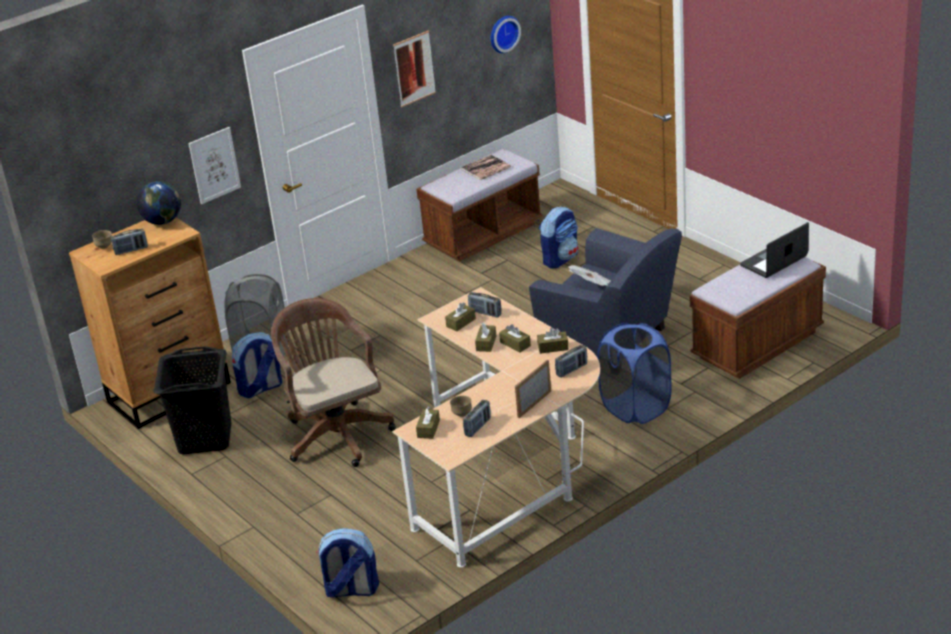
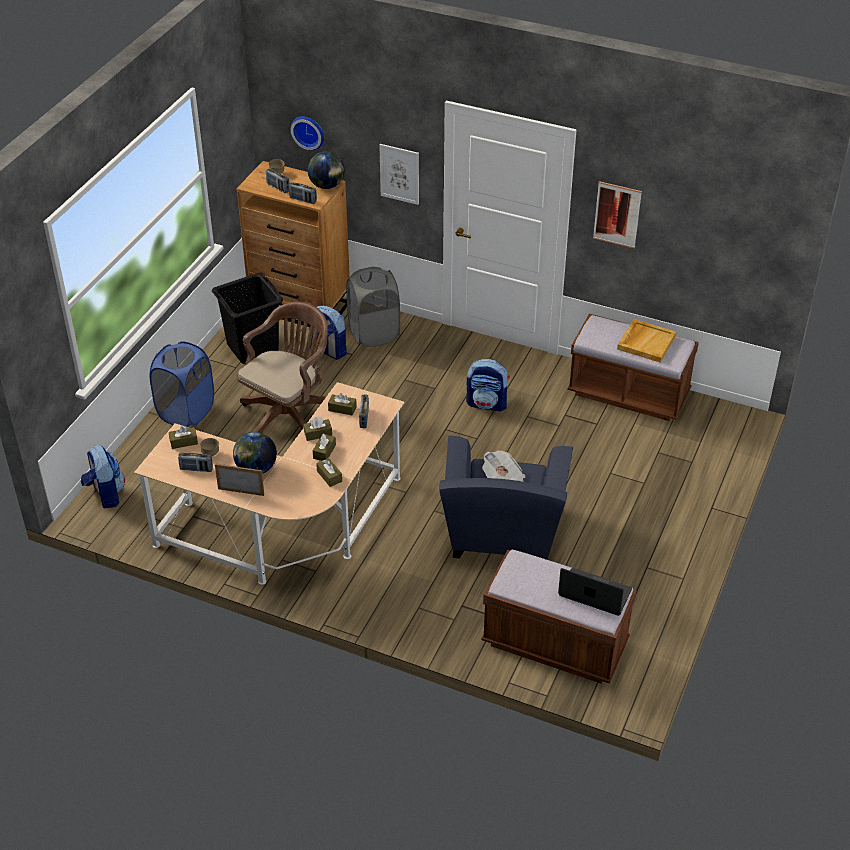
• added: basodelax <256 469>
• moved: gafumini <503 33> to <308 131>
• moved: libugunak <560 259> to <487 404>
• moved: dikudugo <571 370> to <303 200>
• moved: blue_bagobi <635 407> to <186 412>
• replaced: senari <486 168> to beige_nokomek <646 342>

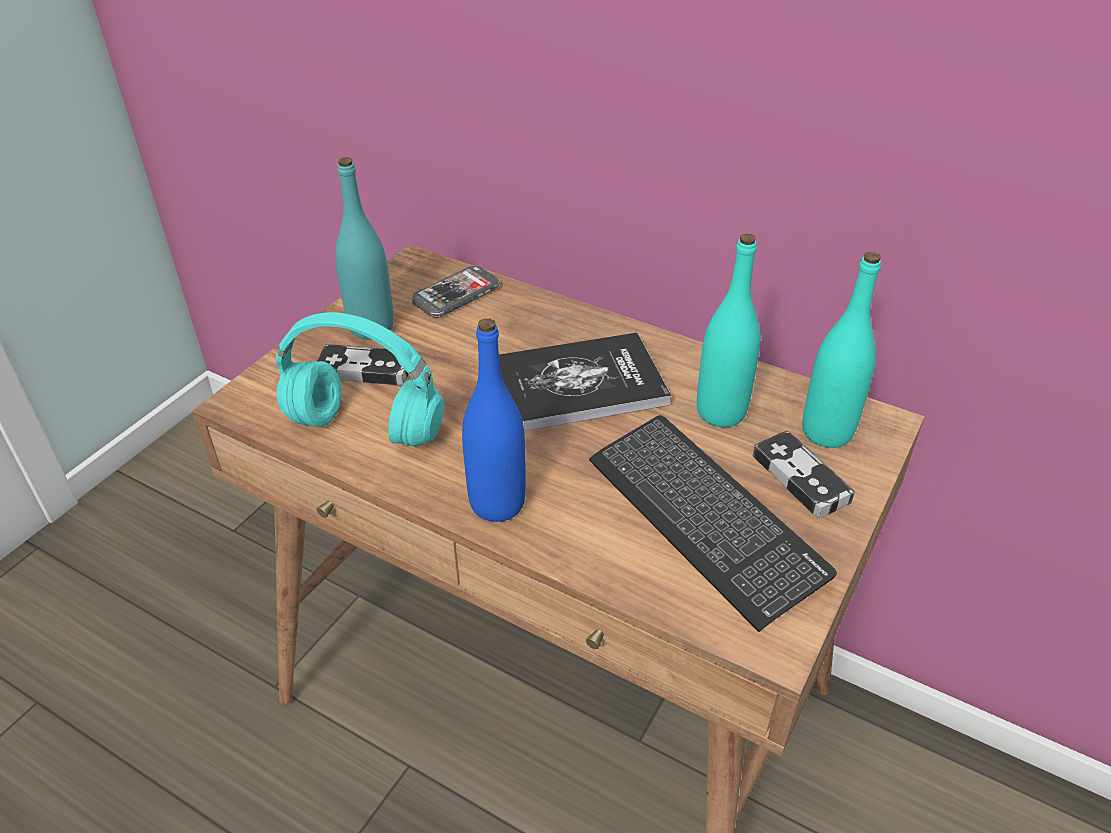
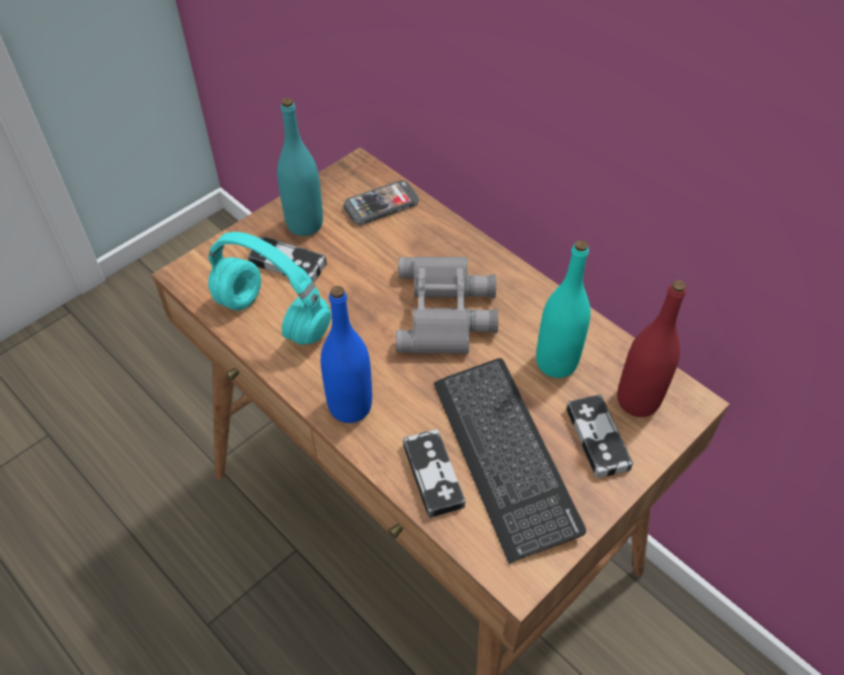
• added: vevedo <433 475>
• replaced: senari <575 385> to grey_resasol <447 311>
• recoloured: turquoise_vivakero <827 432> to red_vivakero <637 400>

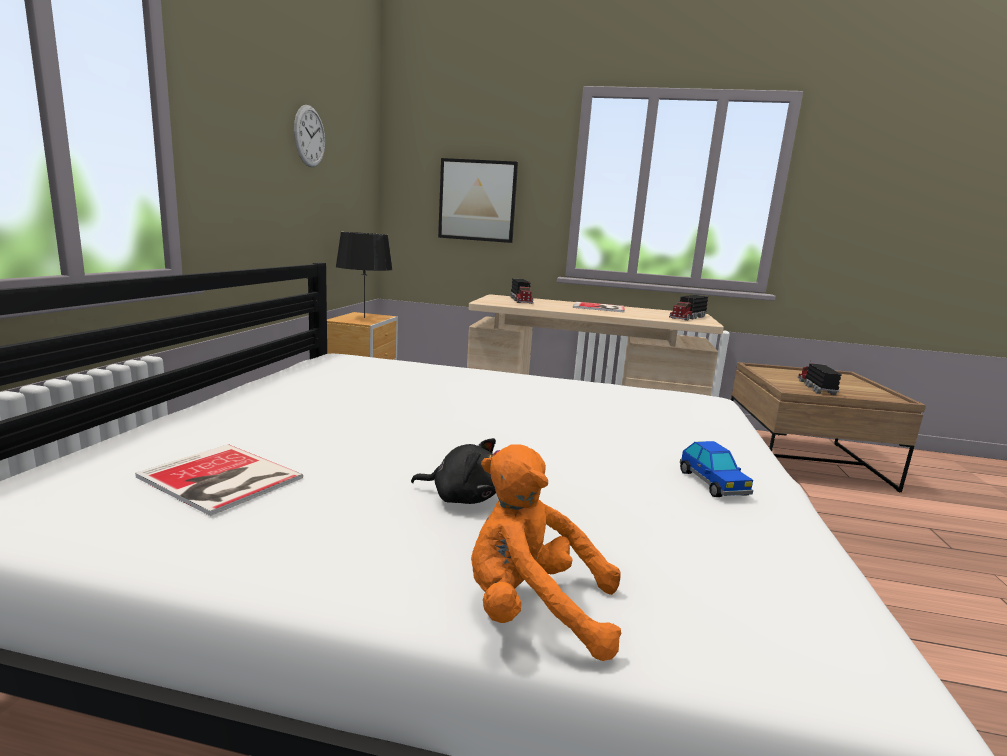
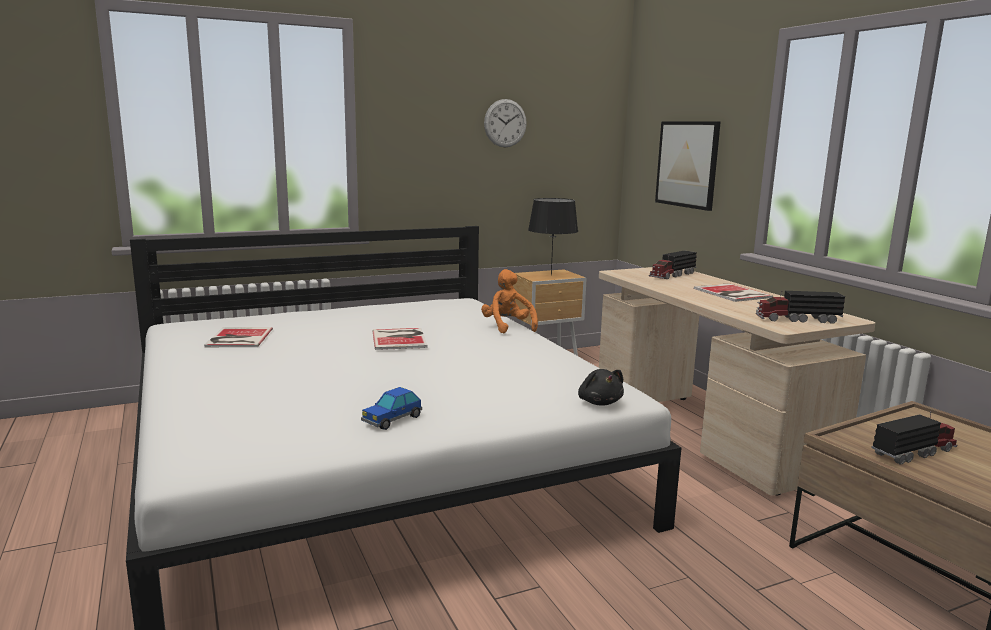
• added: senari <400 338>
• moved: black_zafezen <462 497> to <599 402>
• moved: orange_zafezen <533 611> to <507 327>

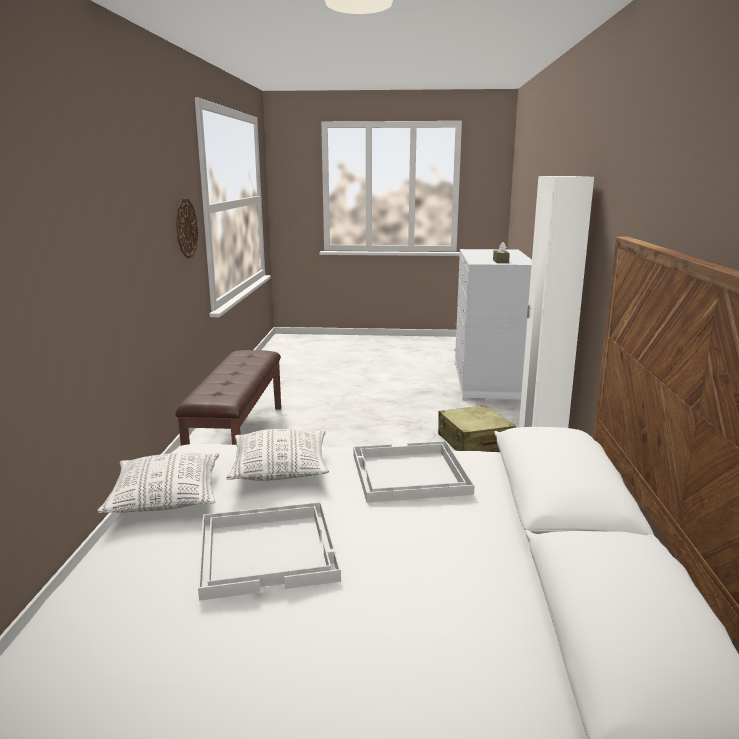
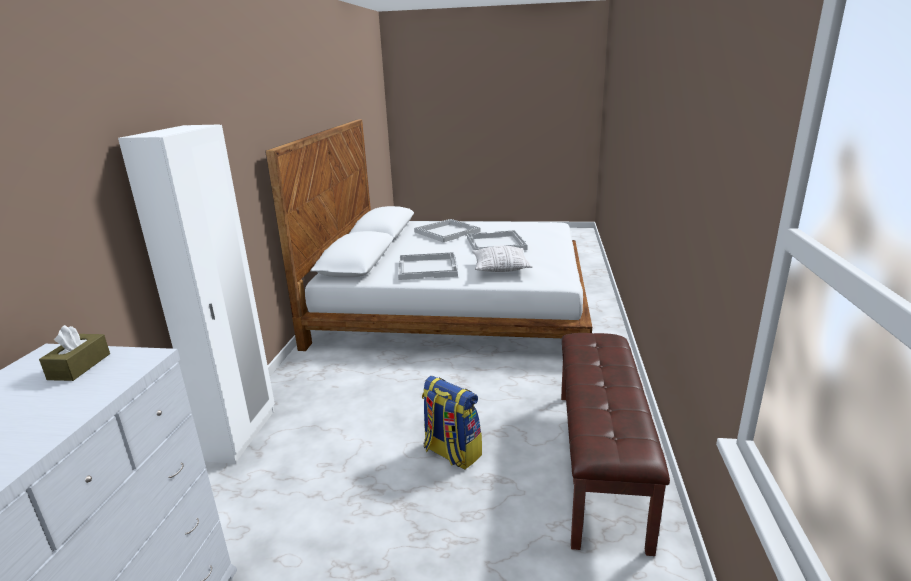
• removed: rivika <166 498>
• removed: gafumini <186 228>
• removed: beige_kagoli <474 443>
• added: white_nokomek <447 232>
• added: libugunak <451 453>

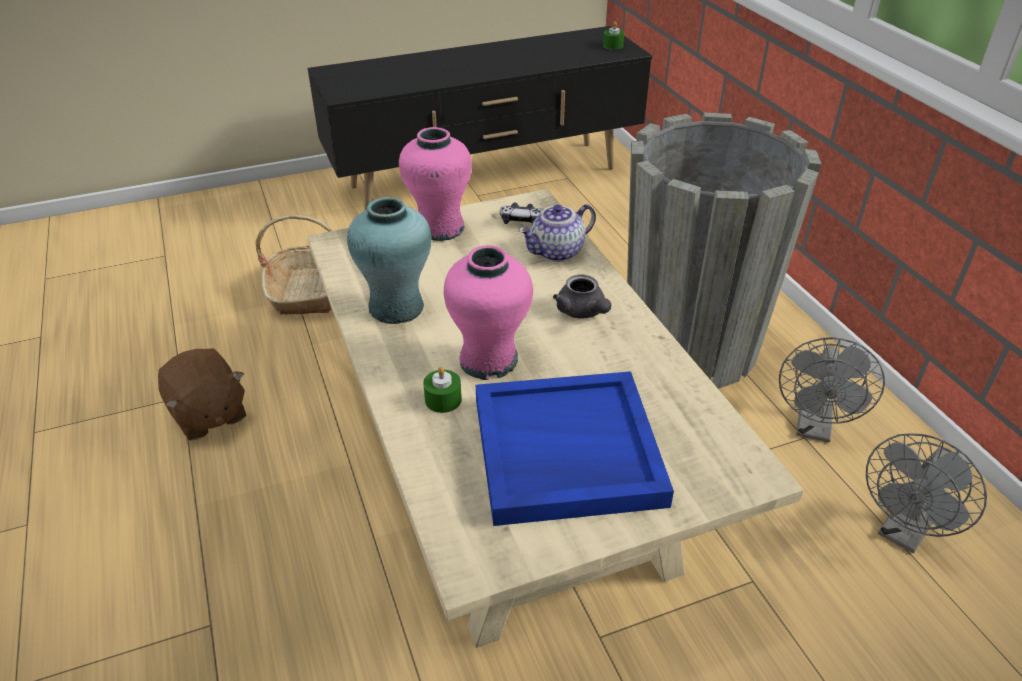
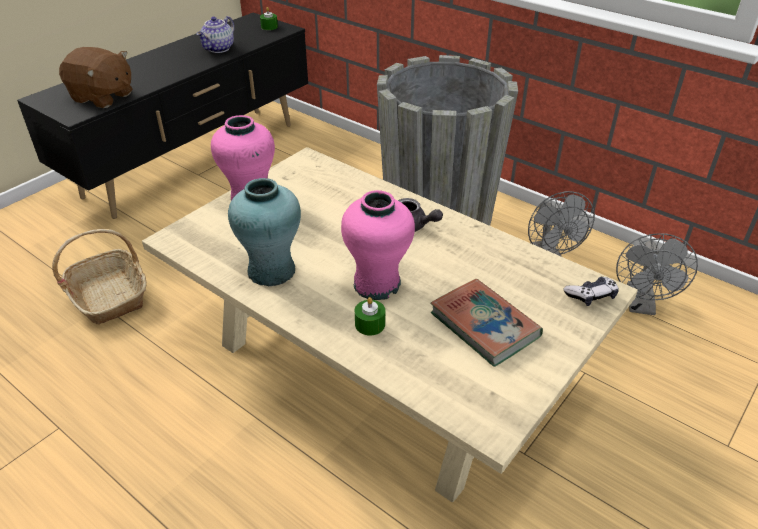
• moved: brown_zafezen <208 415> to <102 97>
• moved: vevedo <522 221> to <591 296>
• moved: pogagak <557 253> to <219 49>
• replaced: blue_nokomek <565 452> to senari <484 325>

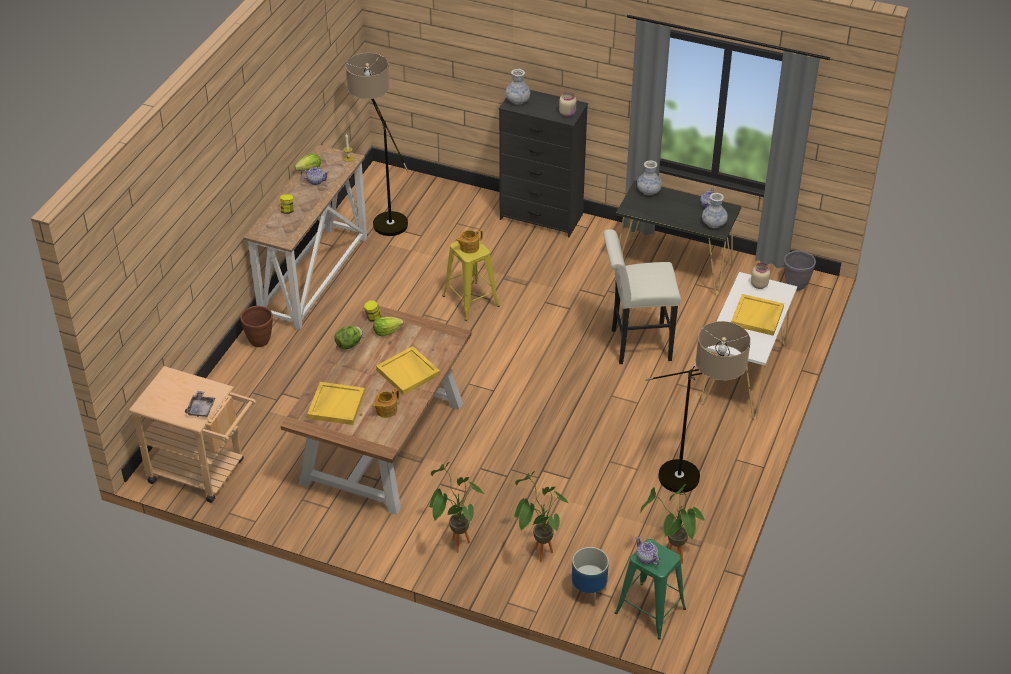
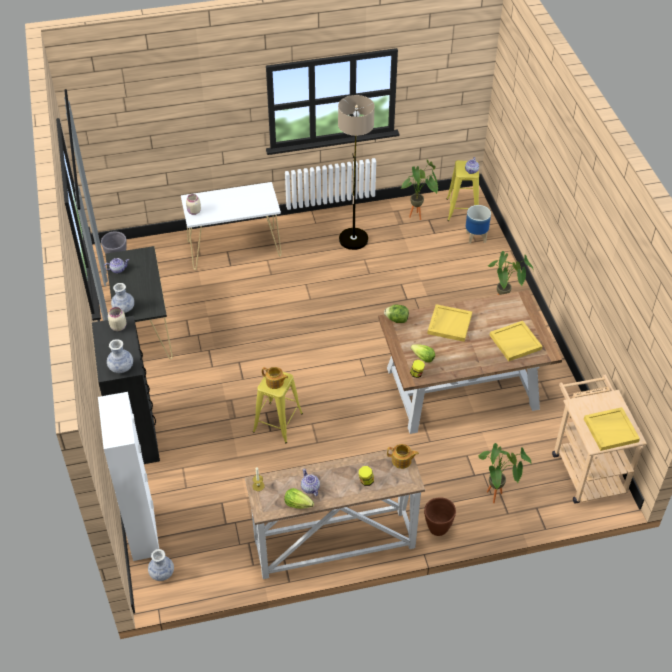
• removed: grey_nokomek <201 408>
• removed: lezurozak <383 217>
• removed: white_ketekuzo <635 345>
• added: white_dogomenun <143 533>
• moved: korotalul <349 344> to <397 319>
• moved: pogagak <385 410> to <402 461>
• moved: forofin <537 554> to <497 498>
• moved: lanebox <713 224> to <162 573>
• moved: yellow_nokomek <757 317> to <611 430>
• recoloured: green_ketekuzo <650 611> to yellow_ketekuzo <462 210>

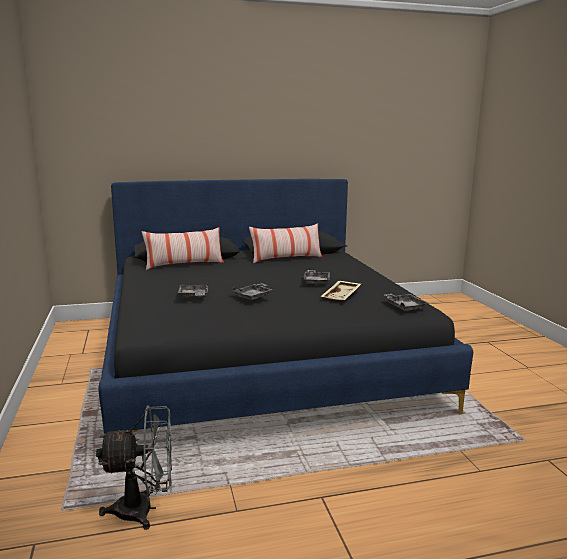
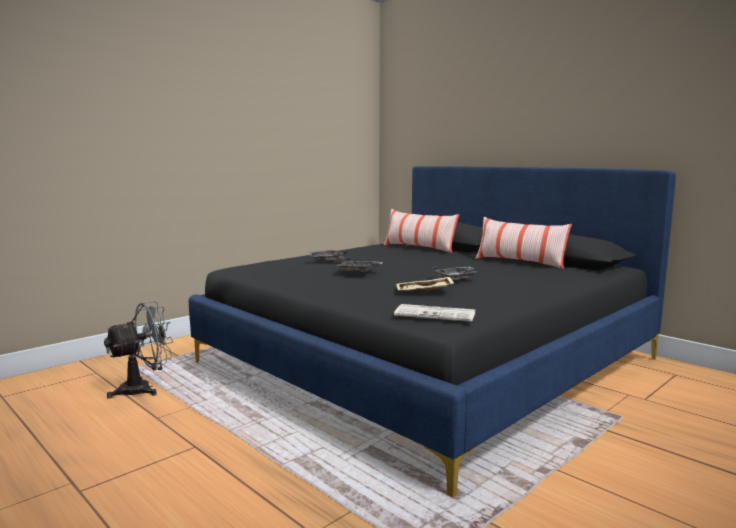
• replaced: grey_nokomek <405 307> to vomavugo <436 314>
• turned: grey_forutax <144 509> = <143 389> 90 degrees counterclockwise

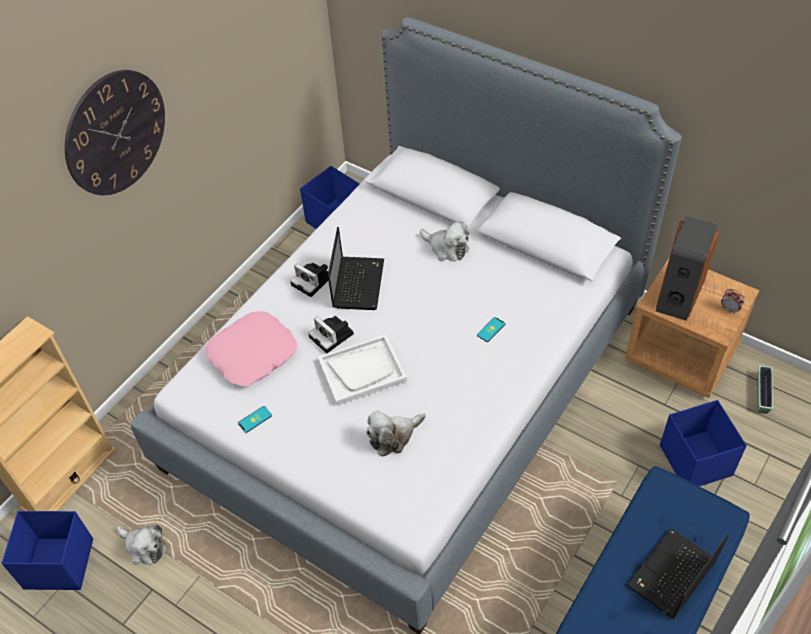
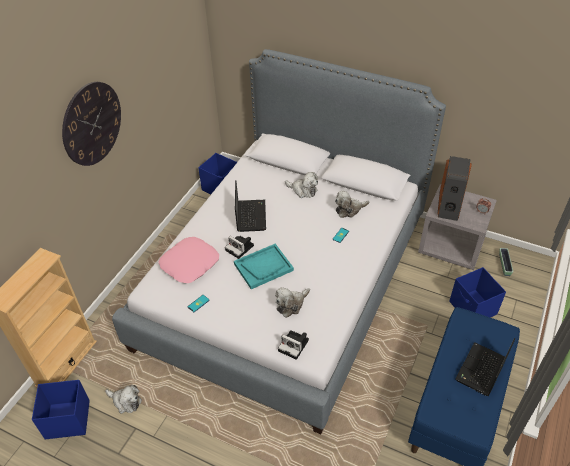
• added: zafezen <349 209>
• moved: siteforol <313 281> to <294 345>
• recoloured: white_nokomek <362 370> to turquoise_nokomek <263 267>
• recoloured: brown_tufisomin <681 354> to grey_tufisomin <451 247>

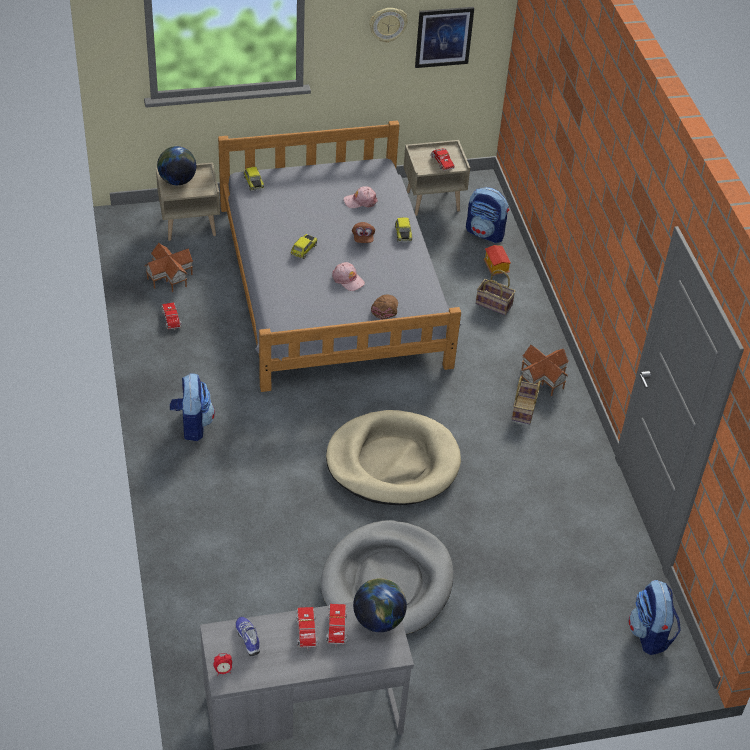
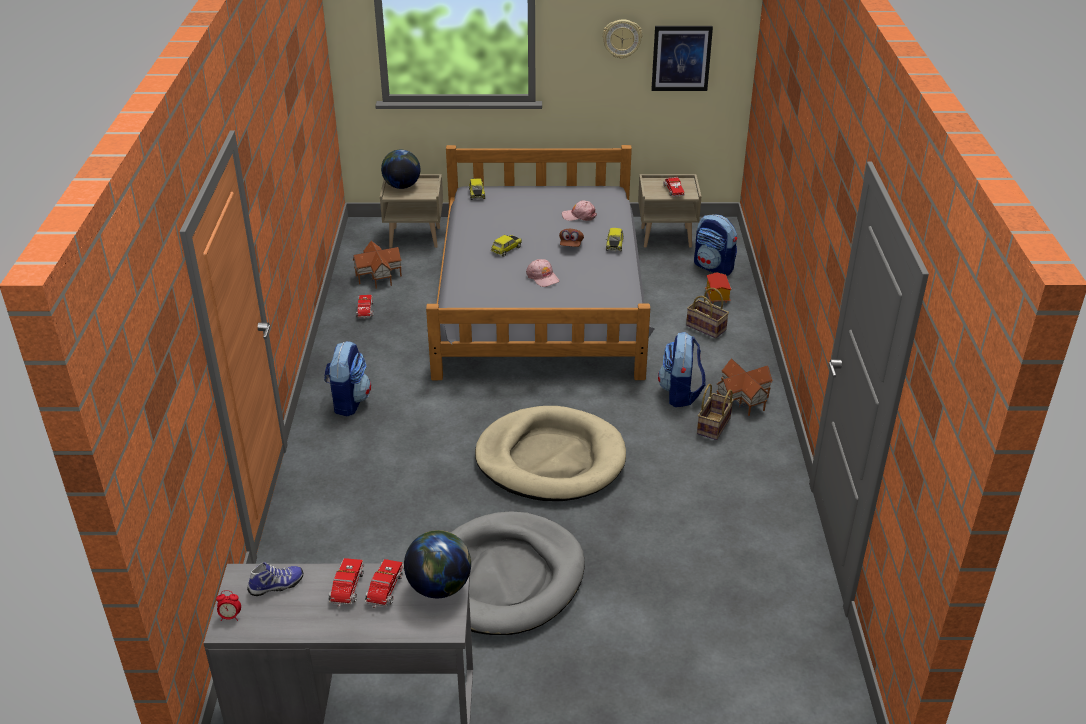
• removed: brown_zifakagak <385 308>
• moved: libugunak <650 634> to <680 393>
• turned: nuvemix <249 638> = <276 586> 75 degrees clockwise

